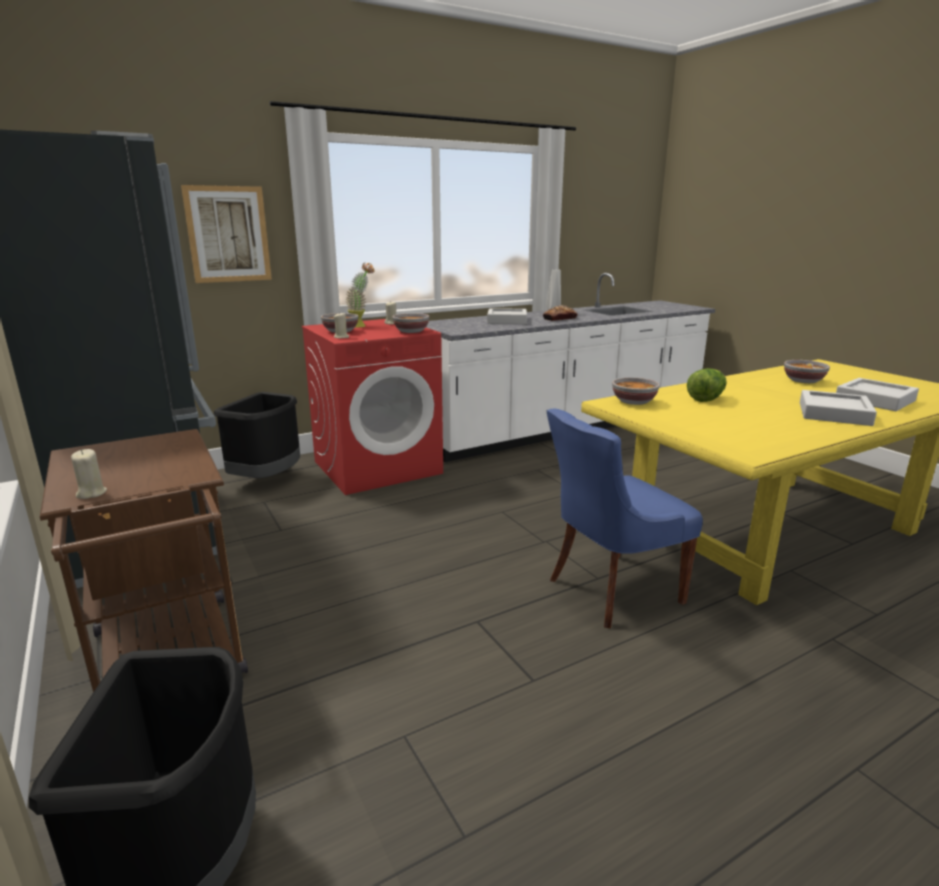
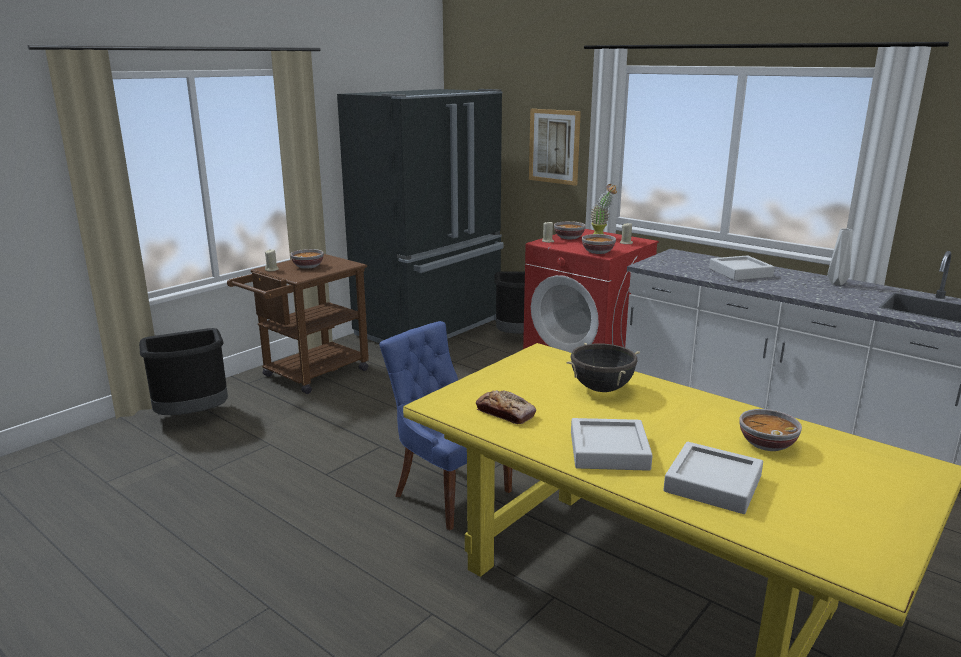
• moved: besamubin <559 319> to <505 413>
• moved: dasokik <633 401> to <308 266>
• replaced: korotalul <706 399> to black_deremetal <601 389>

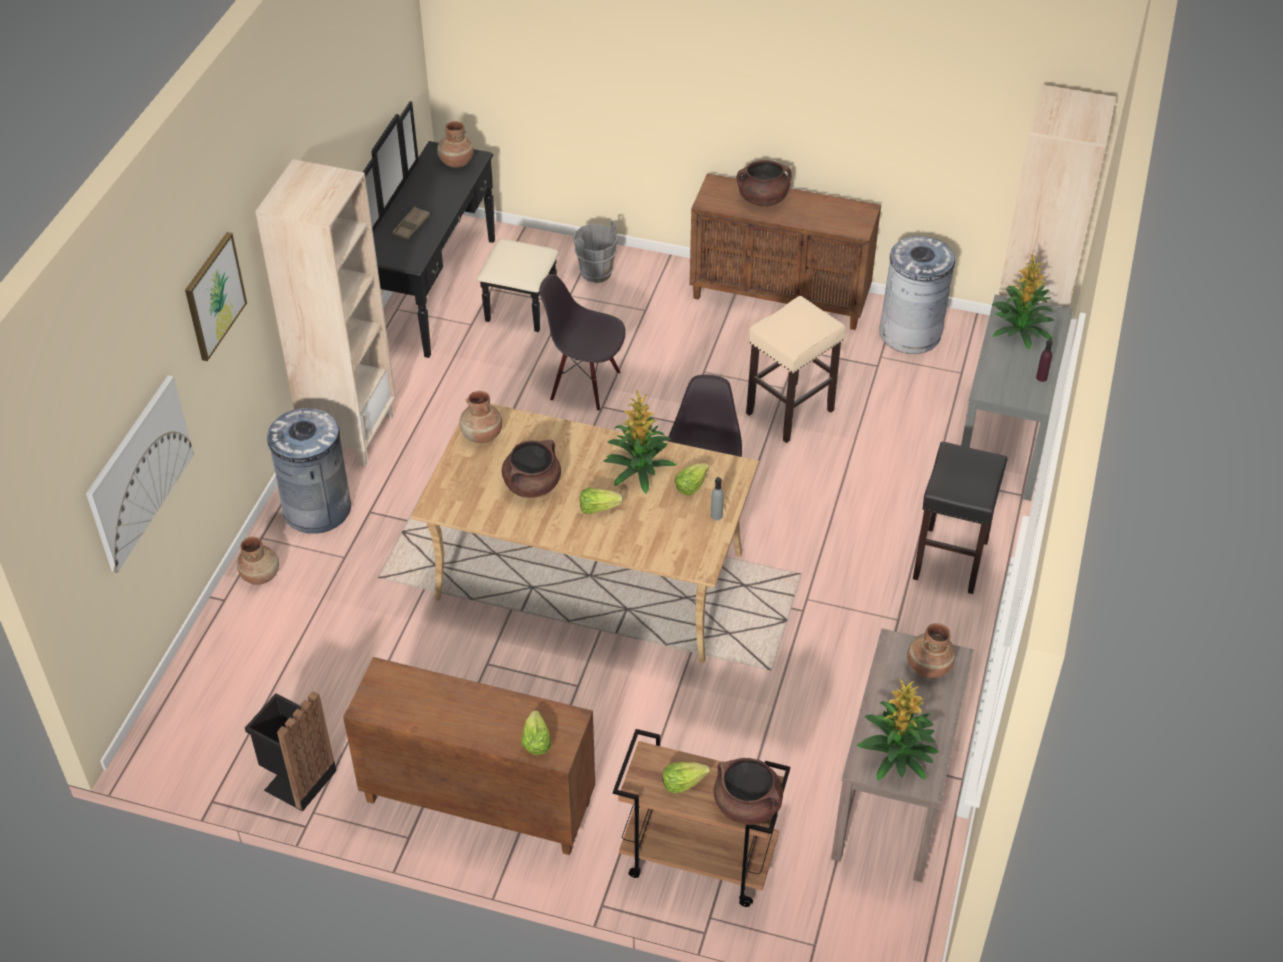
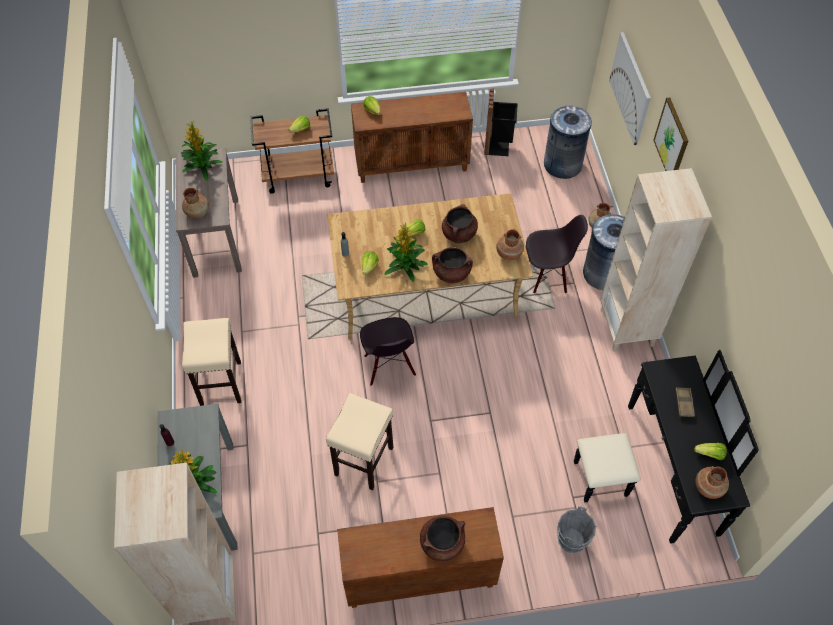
• added: korotalul <710 454>
• moved: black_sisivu <585 385> to <547 276>
• moved: brown_deremetal <748 805> to <451 273>
• moved: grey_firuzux <910 333> to <562 164>
• recoloured: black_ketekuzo <950 561> to beige_ketekuzo <221 383>

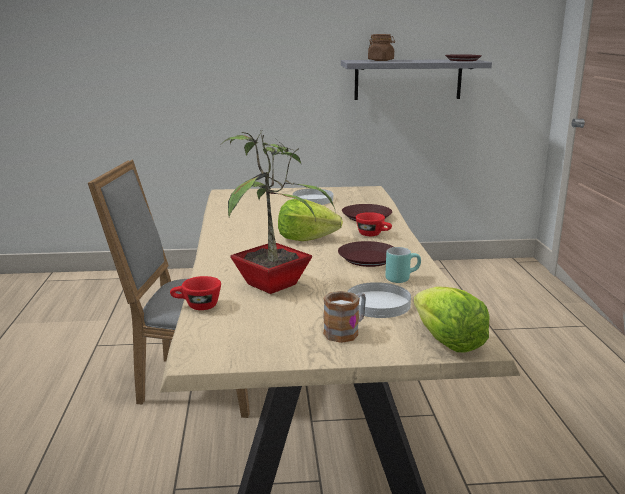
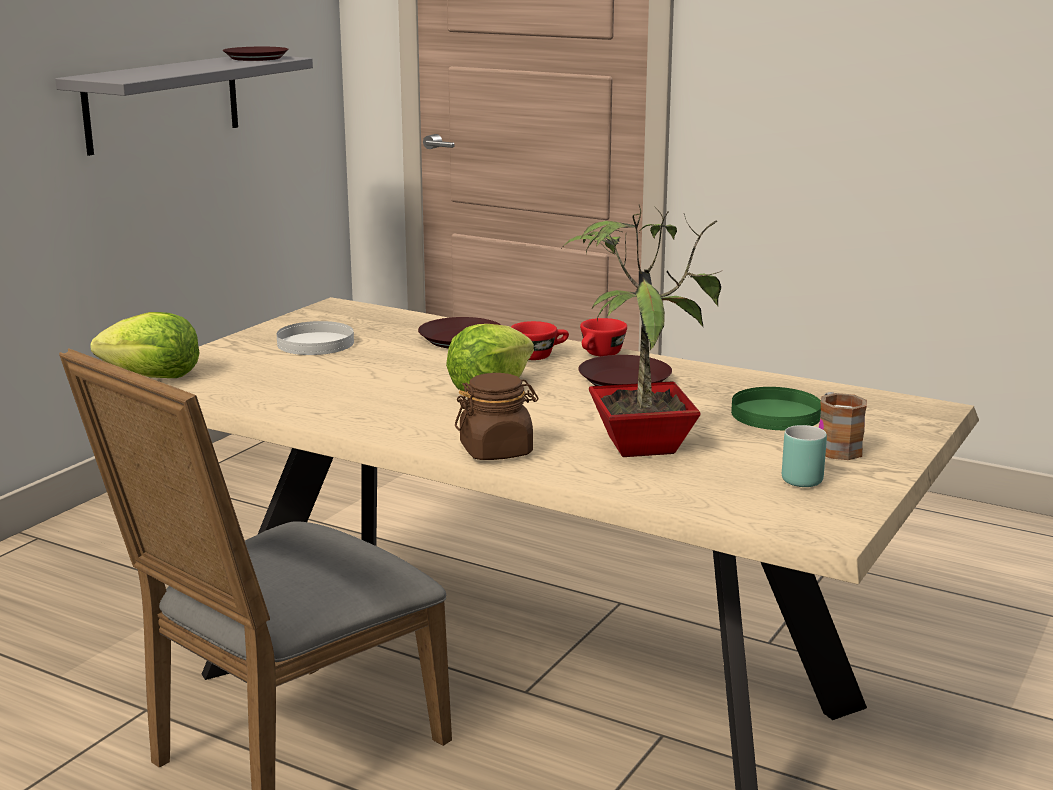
• moved: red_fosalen <196 306> to <600 355>
• moved: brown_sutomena <381 60> to <496 451>
• moved: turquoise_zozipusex <401 278> to <799 477>
• moved: korotalul <447 342> to <152 377>
• recoloured: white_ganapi <377 303> to green_ganapi <775 414>

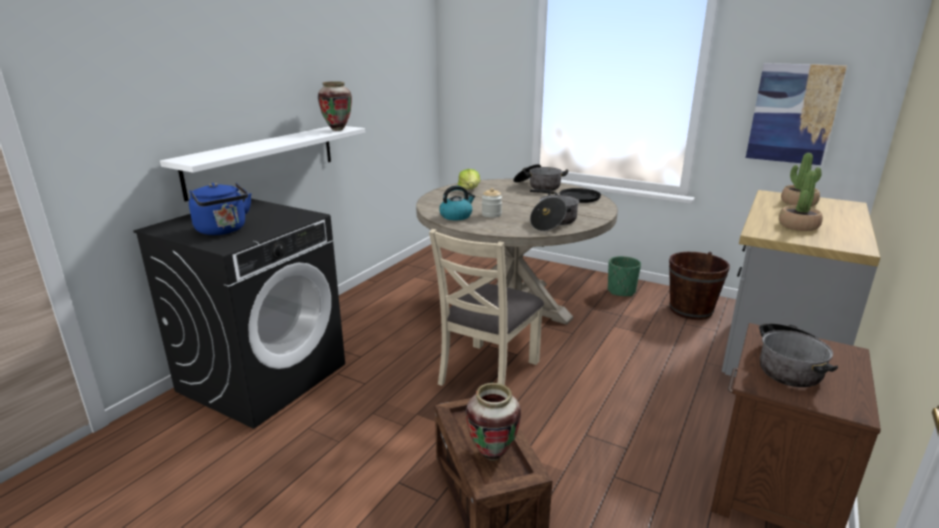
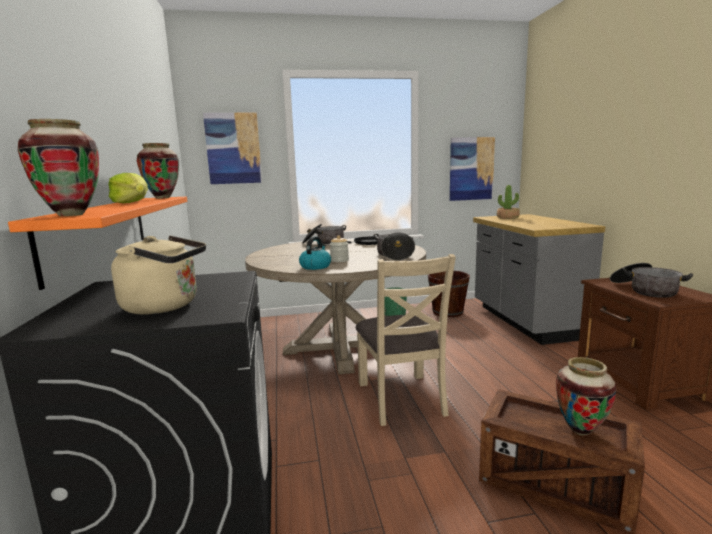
• removed: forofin <798 226>
• added: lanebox <71 215>
• added: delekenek <233 148>
• moved: korotalul <469 189> to <132 203>
• recoloured: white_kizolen <263 159> to orange_kizolen <101 232>
• recoloured: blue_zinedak <223 230> to beige_zinedak <166 306>

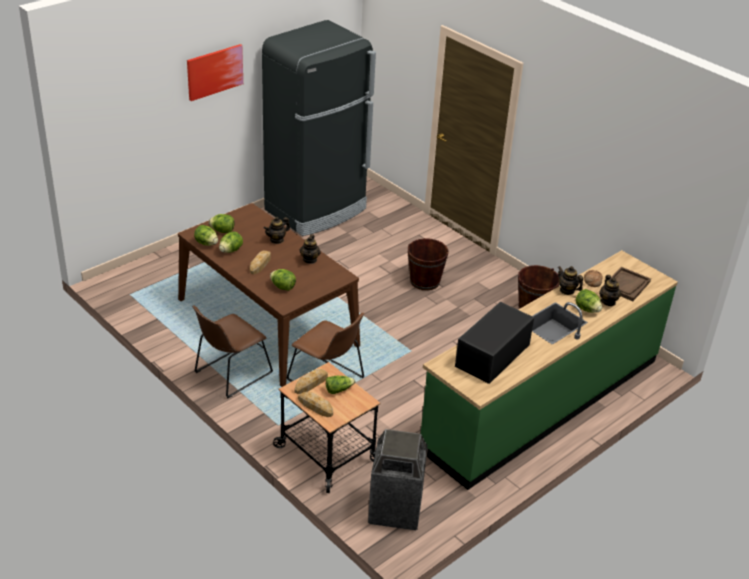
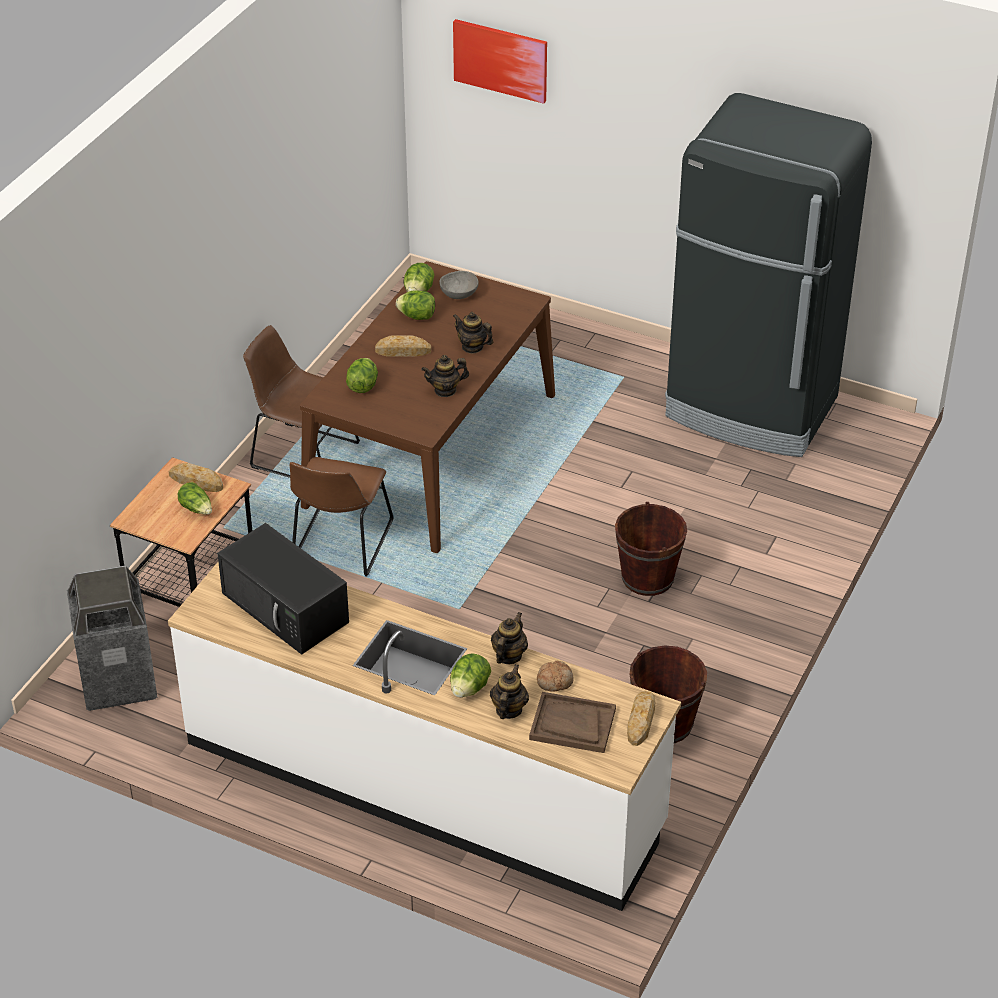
• moved: delekenek <214 71> to <500 60>
• moved: besamubin <315 406> to <641 720>
• replaced: korotalul <222 231> to grey_dasokik <458 295>
• recoloured: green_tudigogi <542 402> to white_tudigogi <423 784>
• turned: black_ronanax <492 356> = <287 608> 150 degrees counterclockwise
• turned: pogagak <608 301> = <508 709> 135 degrees clockwise

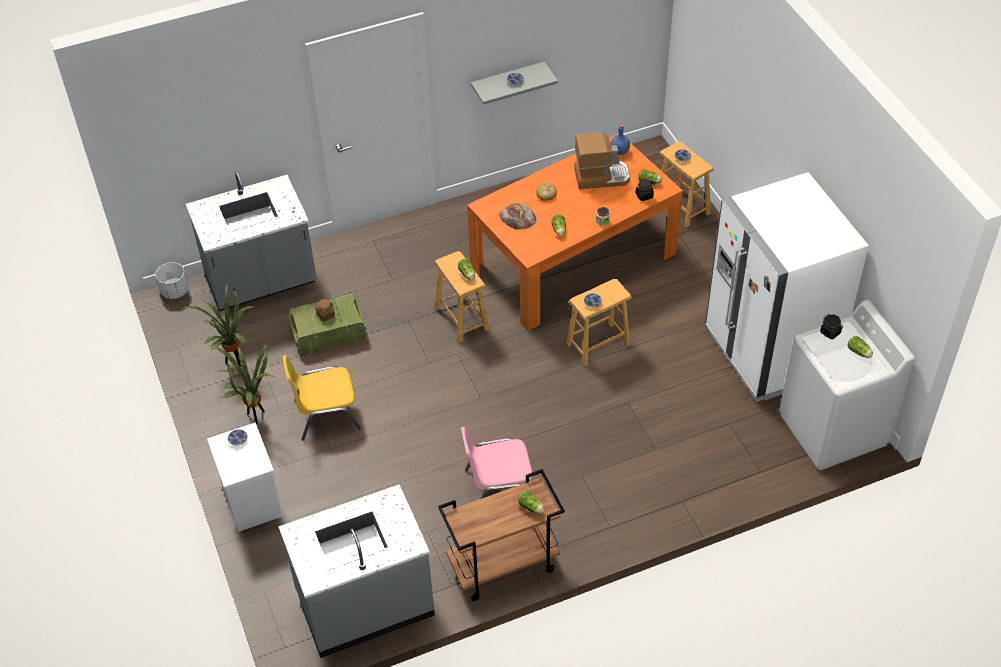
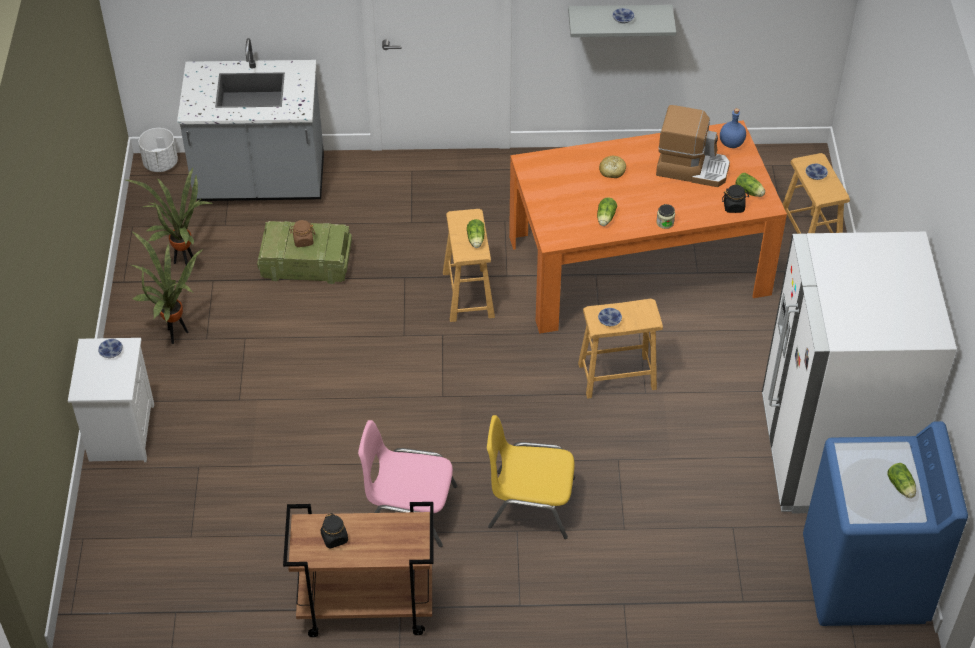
• removed: grey_tudigogi <365 603>
• removed: besamubin <517 217>
• removed: korotalul <531 508>
• moved: yellow_sisivu <326 413> to <530 503>
• moved: black_sutomena <830 332> to <334 538>
• recoloured: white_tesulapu <833 430> to blue_tesulapu <864 580>

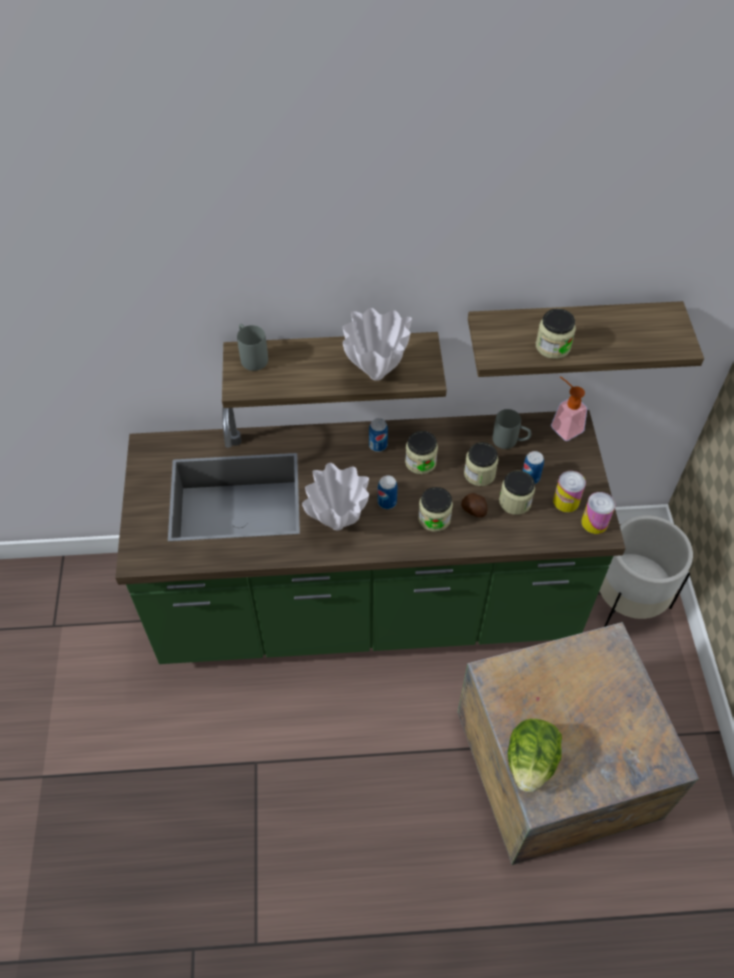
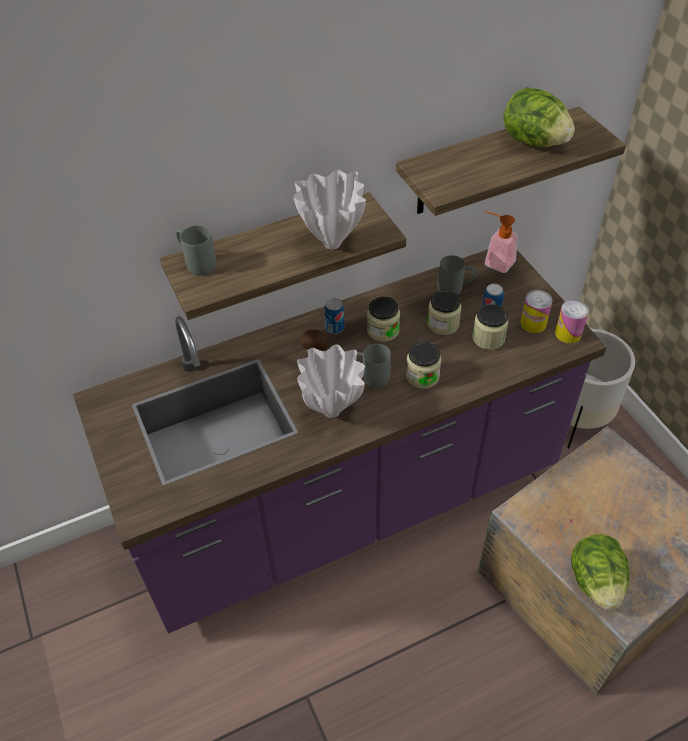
• removed: sutomena <553 346>
• added: korotalul <533 141>
• moved: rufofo <474 511> to <314 347>
• replaced: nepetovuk <387 502> to grey_zozipusex <370 376>
• recoloured: green_tudigogi <367 606> to purple_tudigogi <348 503>

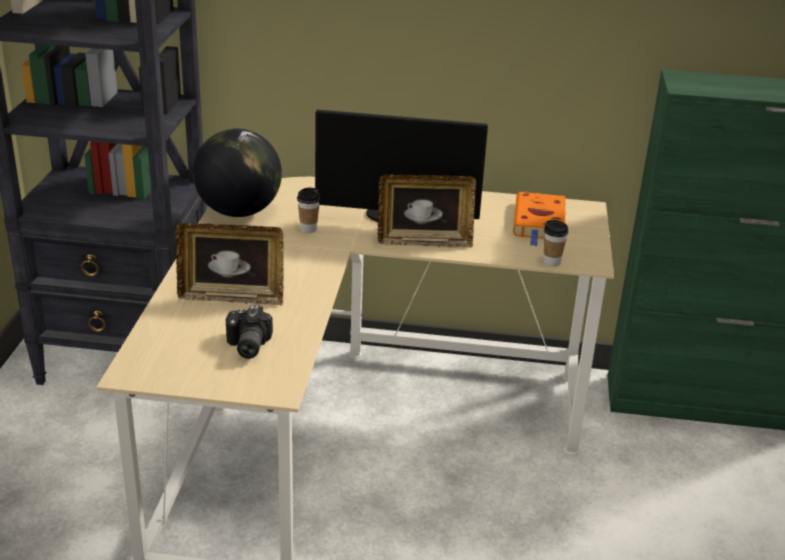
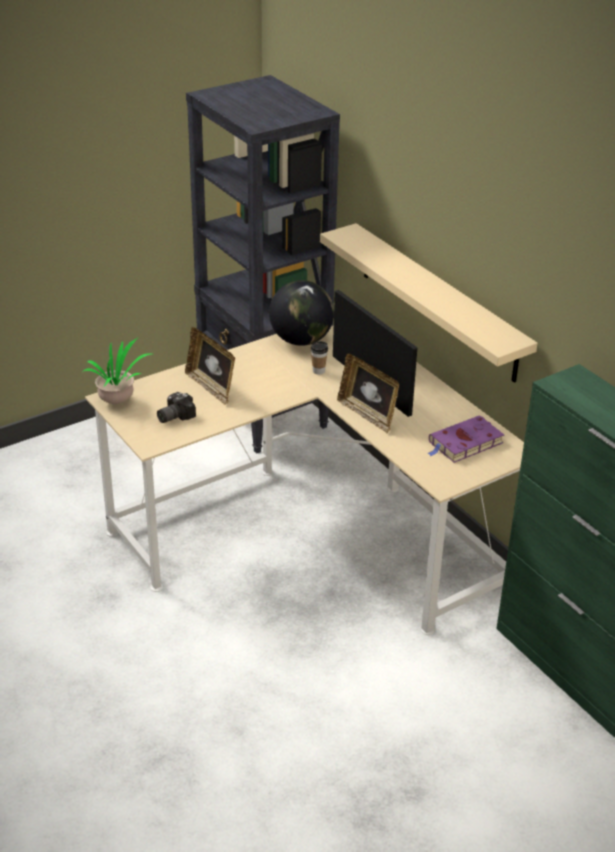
• removed: fosalen <551 262>
• added: forofin <119 401>
• added: beige_kizolen <437 302>
• recoloured: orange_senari <539 223> to purple_senari <464 443>

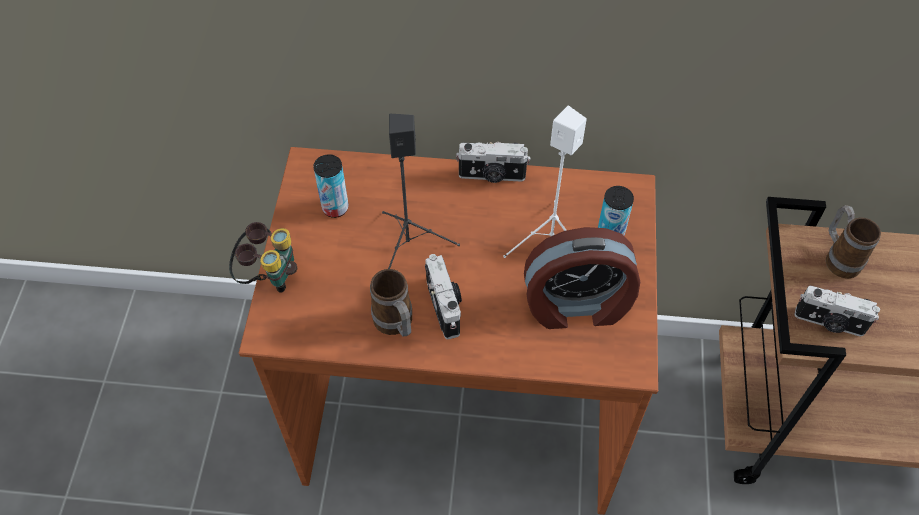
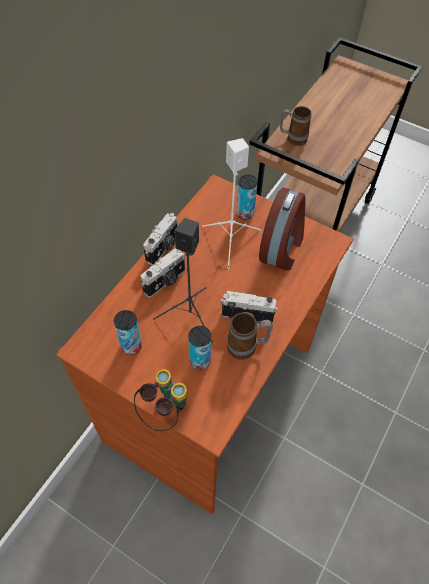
• added: nepetovuk <200 361>
• moved: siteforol <829 323> to <165 281>

